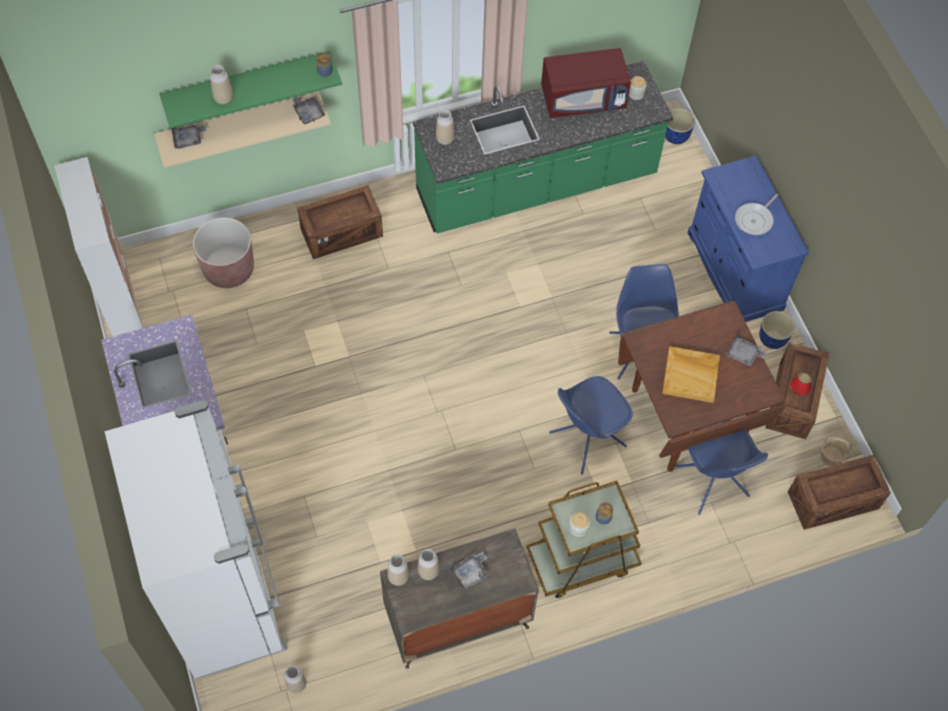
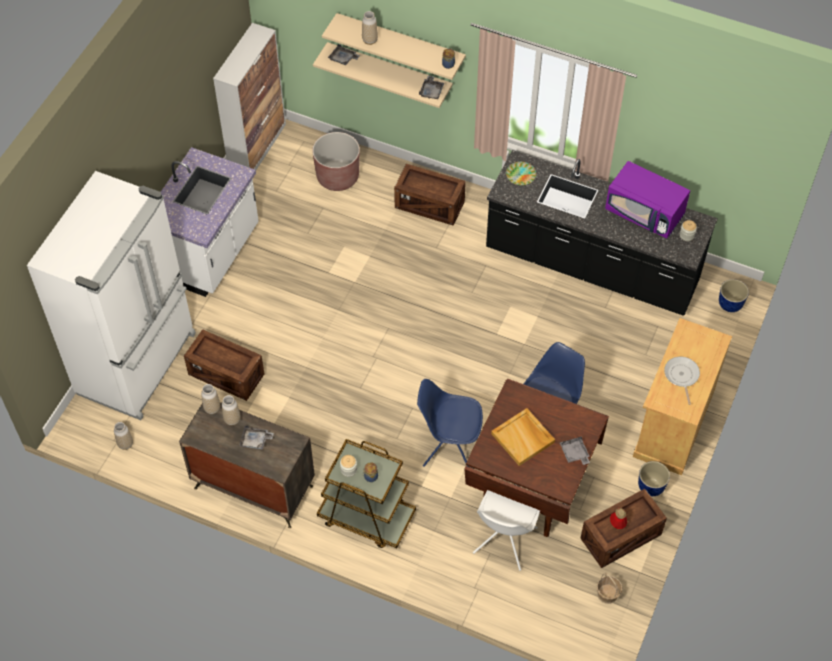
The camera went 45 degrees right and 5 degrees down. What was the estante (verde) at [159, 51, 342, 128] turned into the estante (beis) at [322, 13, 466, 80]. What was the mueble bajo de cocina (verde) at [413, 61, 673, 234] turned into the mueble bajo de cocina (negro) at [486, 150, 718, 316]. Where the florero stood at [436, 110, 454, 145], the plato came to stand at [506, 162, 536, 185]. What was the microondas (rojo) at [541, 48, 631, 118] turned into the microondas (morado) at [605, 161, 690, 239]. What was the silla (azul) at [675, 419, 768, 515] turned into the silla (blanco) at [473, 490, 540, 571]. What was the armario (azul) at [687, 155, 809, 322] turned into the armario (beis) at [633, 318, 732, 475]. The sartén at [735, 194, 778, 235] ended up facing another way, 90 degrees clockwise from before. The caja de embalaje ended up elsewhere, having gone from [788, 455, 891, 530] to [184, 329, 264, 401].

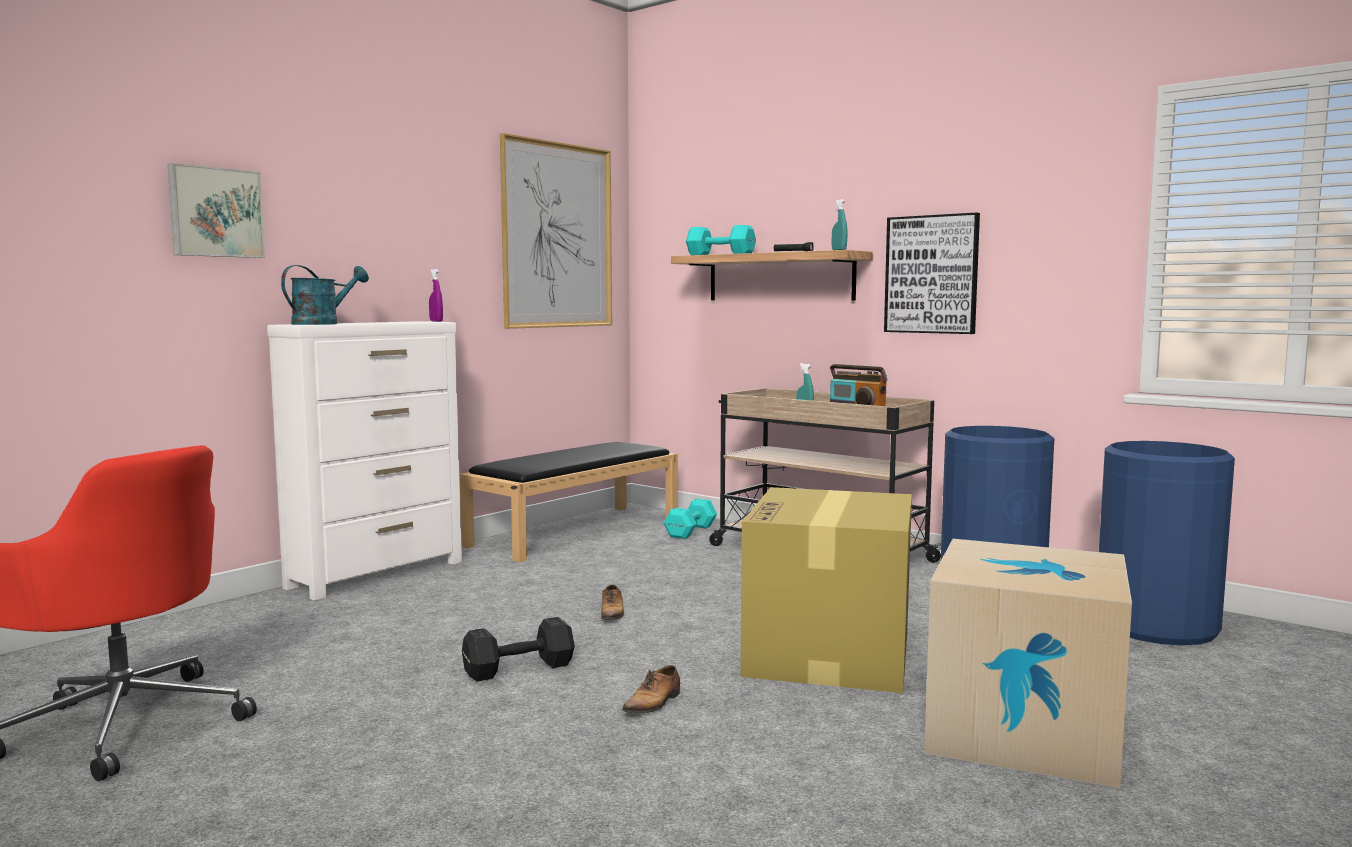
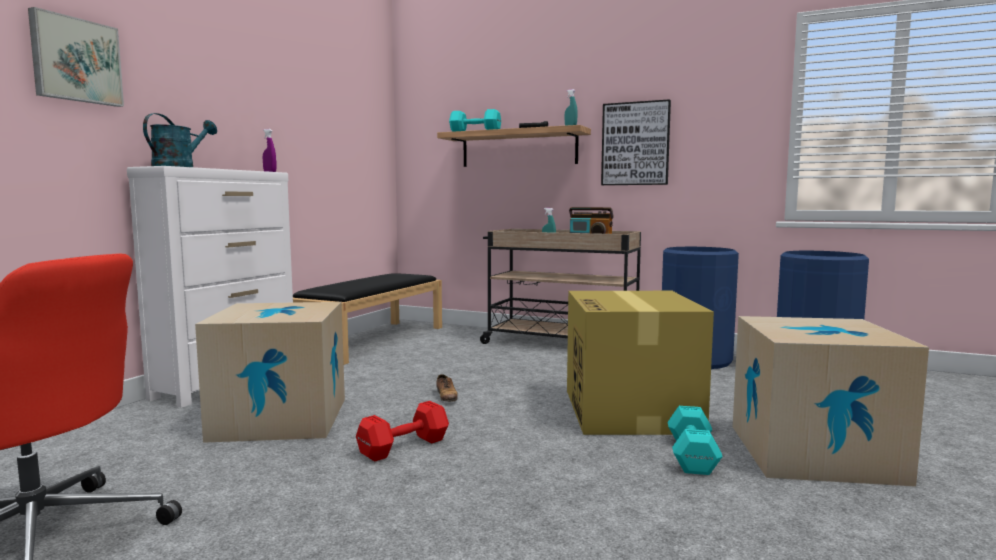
The camera went 15 degrees left and 0 degrees up. What was the mancuerna (negro) at [462, 617, 575, 682] turned into the mancuerna (rojo) at [356, 401, 449, 461]. The second view lost the cuadro at [500, 133, 612, 329]. The second view lost the zapato at [622, 665, 680, 713]. The mancuerna (turquesa) ended up elsewhere, having gone from [664, 499, 717, 539] to [668, 406, 723, 475]. The second view gained the caja de cartón at [195, 302, 345, 443].

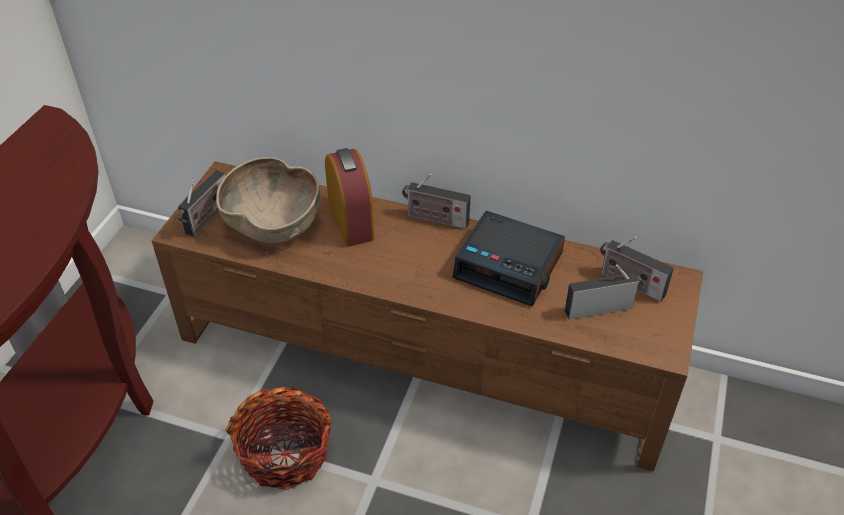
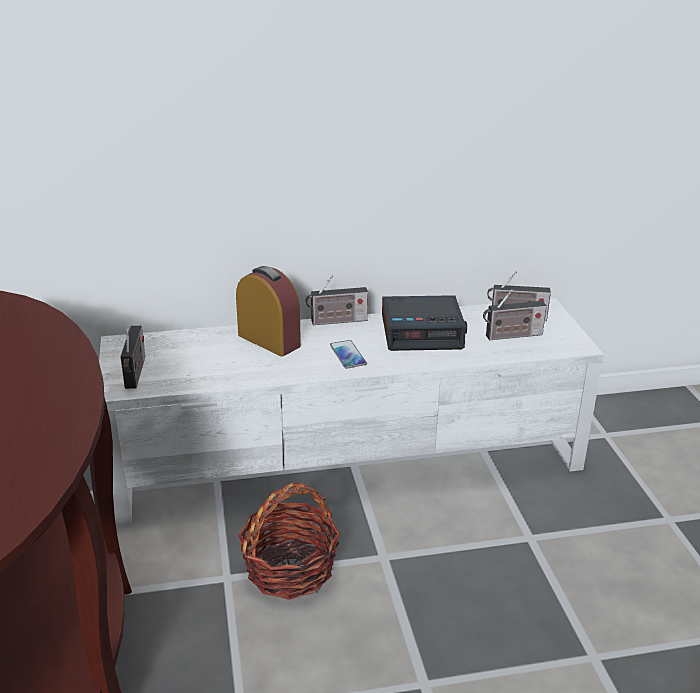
The camera went 30 degrees left and 15 degrees down. What was the mueble de televisión (marrón) at [152, 161, 703, 472] turned into the mueble de televisión (blanco) at [99, 298, 604, 526]. The second view lost the cuenco (marrón) at [216, 157, 320, 243]. The radio at [565, 264, 644, 320] ended up facing another way, 150 degrees counterclockwise from before. The second view gained the móvil at [330, 340, 367, 369].

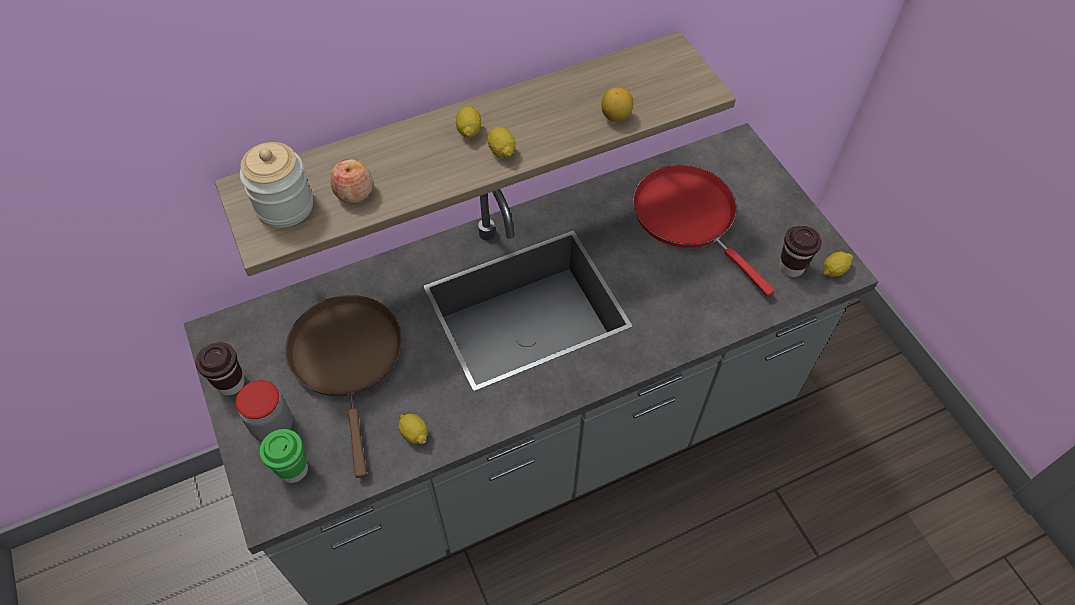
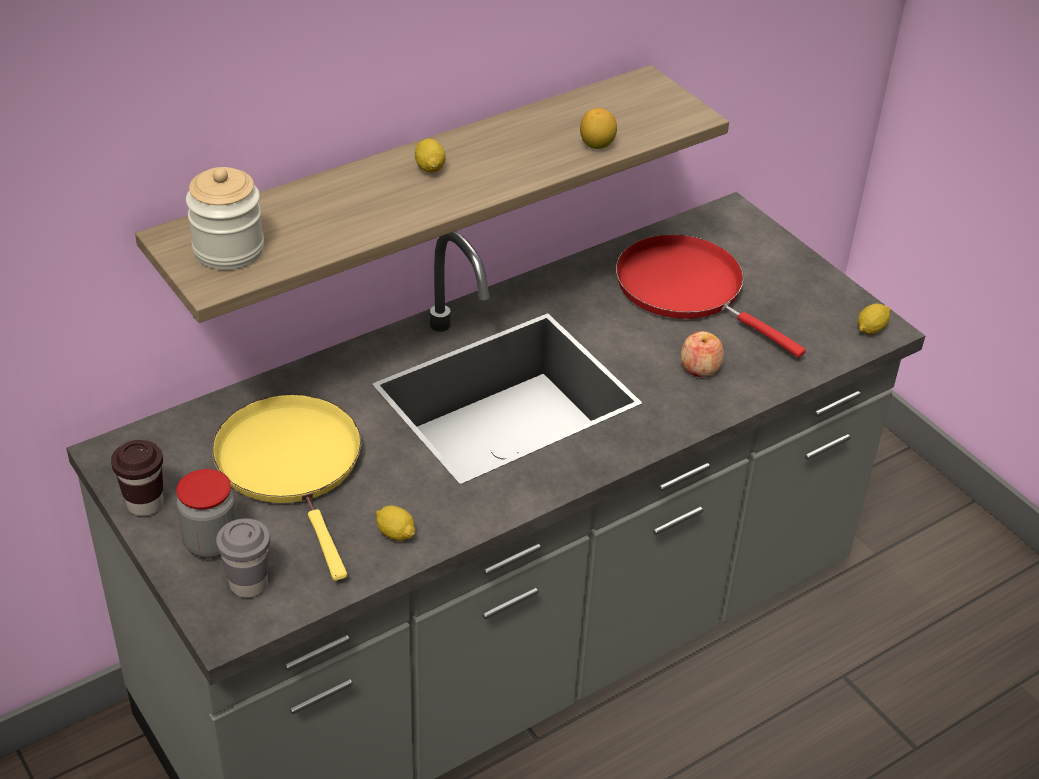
The camera went 10 degrees left and 15 degrees down. What was the taza (verde) at [259, 429, 308, 483] turned into the taza (gris) at [216, 518, 270, 598]. What was the sartén (marrón) at [285, 295, 402, 478] turned into the sartén (amarillo) at [212, 394, 361, 581]. The manzana ended up elsewhere, having gone from [330, 159, 373, 203] to [680, 331, 724, 377]. The second view lost the limón at [488, 127, 516, 158]. The second view lost the taza (marrón) at [779, 225, 822, 277].

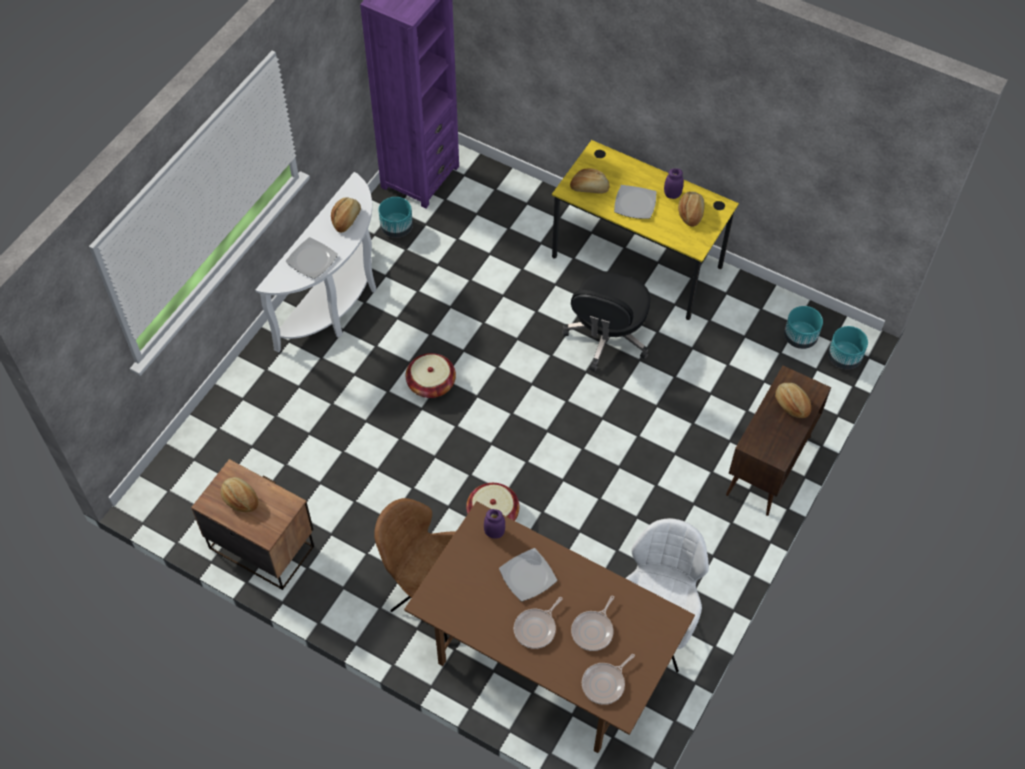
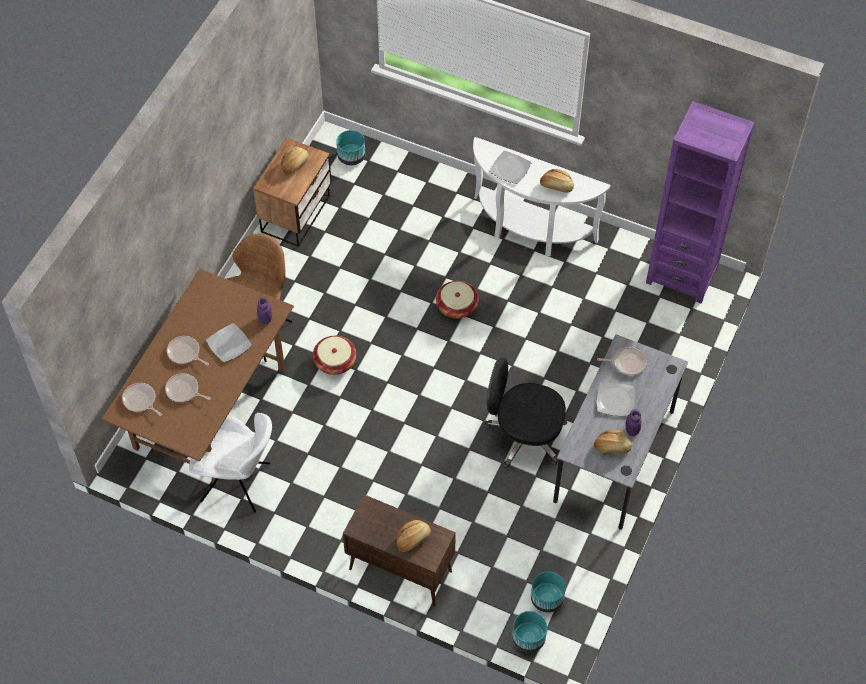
The camera went 85 degrees right and 0 degrees up. The maceta (turquesa) ended up elsewhere, having gone from [378, 197, 413, 238] to [336, 130, 366, 165]. What was the escritorio (amarillo) at [552, 140, 739, 320] turned into the escritorio (gris) at [553, 334, 688, 530]. Where the pan stood at [570, 169, 609, 194], the sartén came to stand at [597, 347, 647, 376].

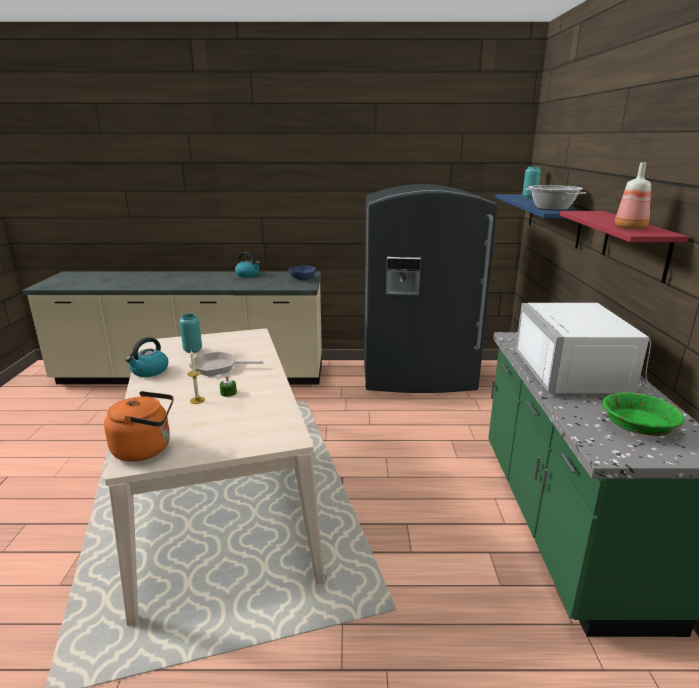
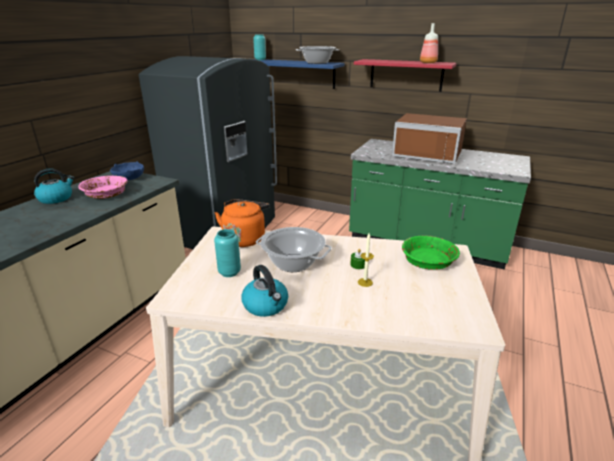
The camera went 65 degrees left and 5 degrees up. The hervidor (naranja) ended up elsewhere, having gone from [104, 391, 174, 462] to [215, 199, 270, 247]. Where the sartén stood at [189, 352, 264, 376], the olla came to stand at [256, 227, 332, 272]. What was the microondas (blanco) at [515, 303, 651, 393] turned into the microondas (marrón) at [392, 113, 467, 164]. The cuenco (verde) ended up elsewhere, having gone from [602, 392, 685, 436] to [402, 235, 460, 270]. The second view gained the cuenco (rosa) at [78, 176, 128, 199].

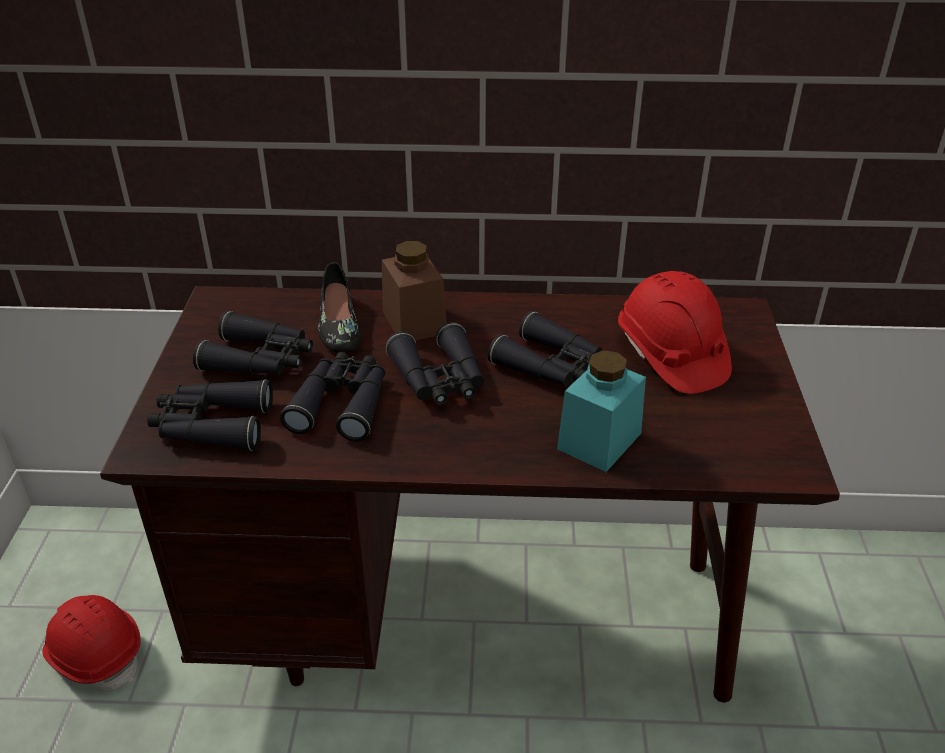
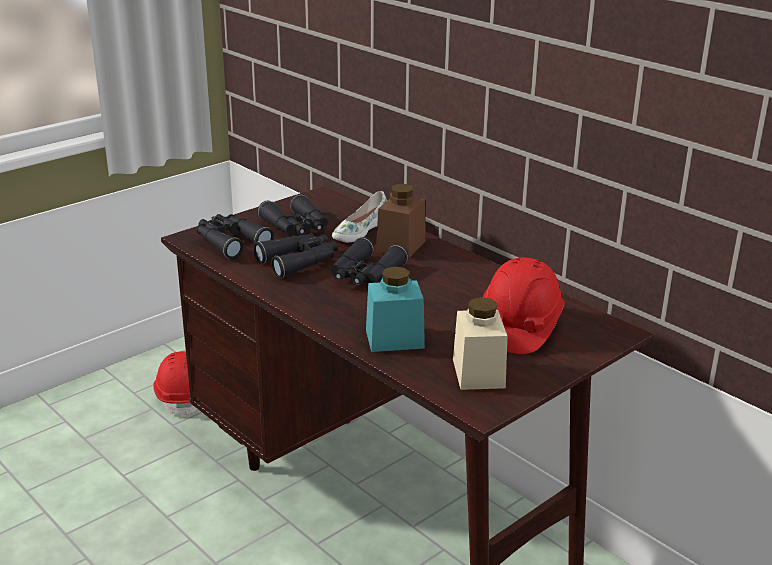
The camera went 45 degrees right and 10 degrees down. What was the zapato (negro) at [317, 262, 361, 352] turned into the zapato (blanco) at [332, 191, 387, 242]. The second view lost the prismáticos (negro) at [488, 311, 602, 387]. The second view gained the tarro (beis) at [453, 297, 507, 390].

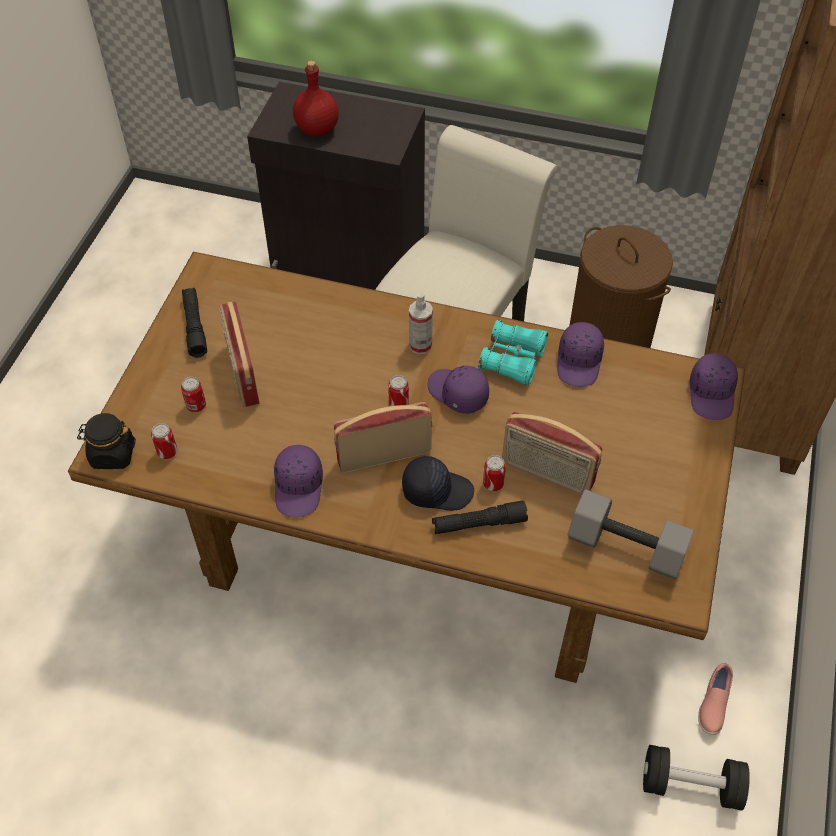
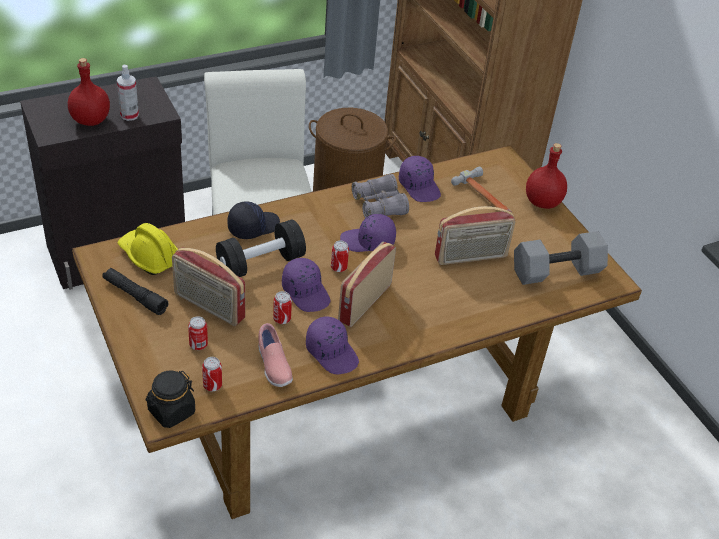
The camera went 45 degrees left and 10 degrees down. The gorra (negro) ended up elsewhere, having gone from [402, 456, 474, 511] to [227, 202, 280, 239]. The pulverizador ended up elsewhere, having gone from [409, 292, 433, 354] to [117, 65, 139, 121]. The second view lost the linterna (negro) at [432, 500, 528, 534]. What was the prismáticos (turquesa) at [478, 320, 548, 385] turned into the prismáticos (gris) at [352, 174, 409, 218]. The lata ended up elsewhere, having gone from [483, 455, 506, 491] to [273, 291, 292, 324]. The mancuerna (negro) ended up elsewhere, having gone from [643, 745, 750, 811] to [216, 220, 306, 277]. The gorra (morado) ended up elsewhere, having gone from [690, 353, 738, 420] to [282, 258, 330, 312]. The zapato (rosa) ended up elsewhere, having gone from [698, 663, 733, 735] to [258, 323, 293, 387]. The second view gained the casco (amarillo) at [118, 223, 178, 275]. The second view gained the martillo at [451, 166, 512, 213]. The second view gained the botella (rojo) at [526, 143, 567, 209].

